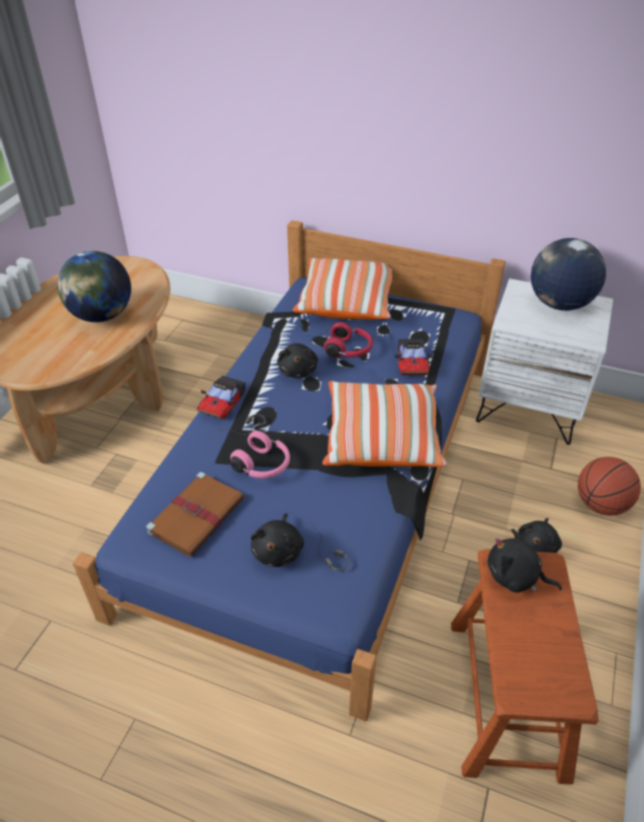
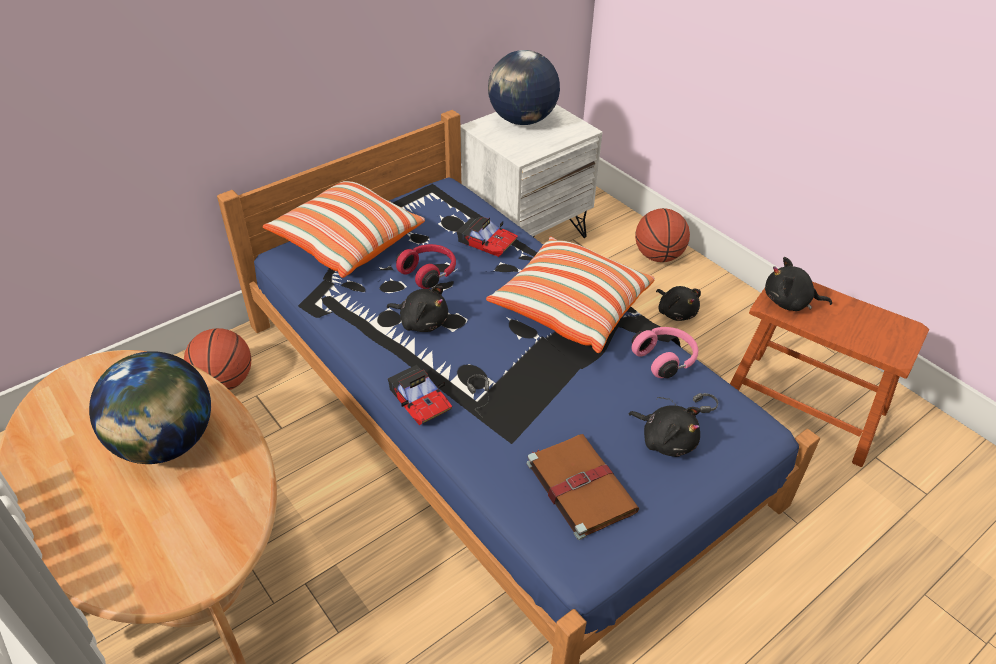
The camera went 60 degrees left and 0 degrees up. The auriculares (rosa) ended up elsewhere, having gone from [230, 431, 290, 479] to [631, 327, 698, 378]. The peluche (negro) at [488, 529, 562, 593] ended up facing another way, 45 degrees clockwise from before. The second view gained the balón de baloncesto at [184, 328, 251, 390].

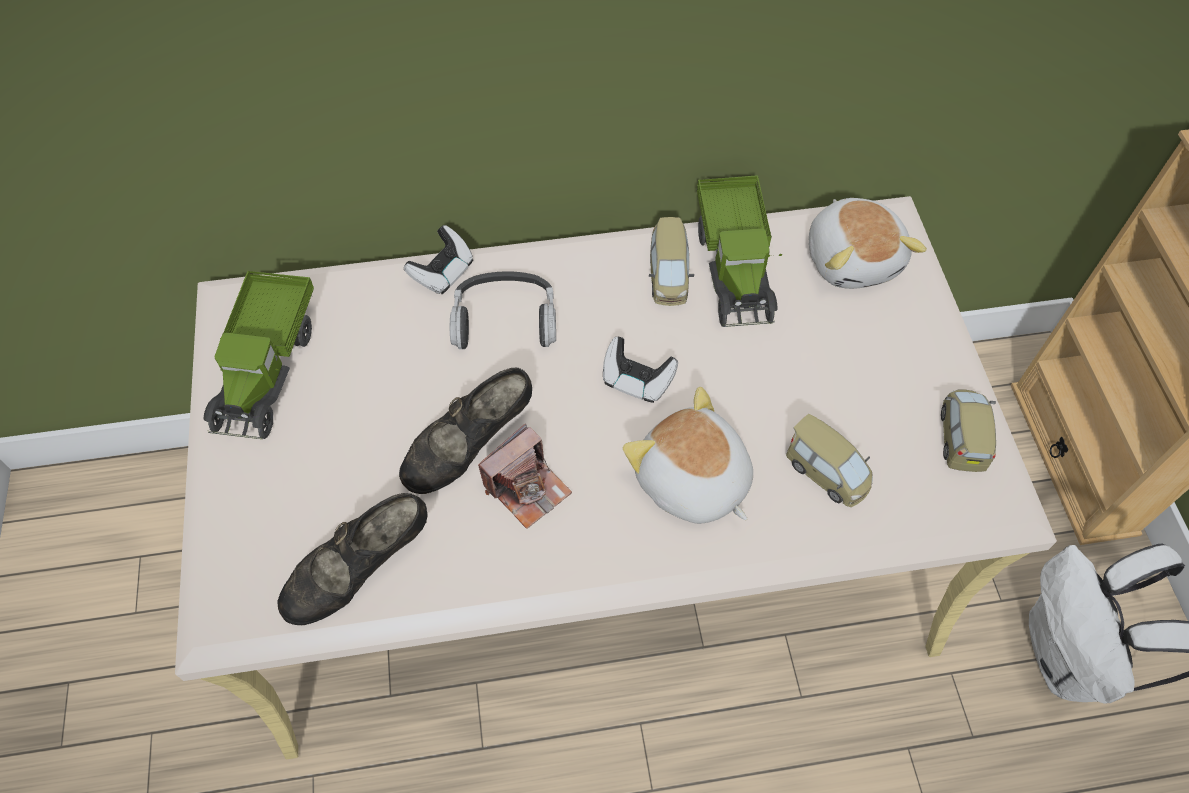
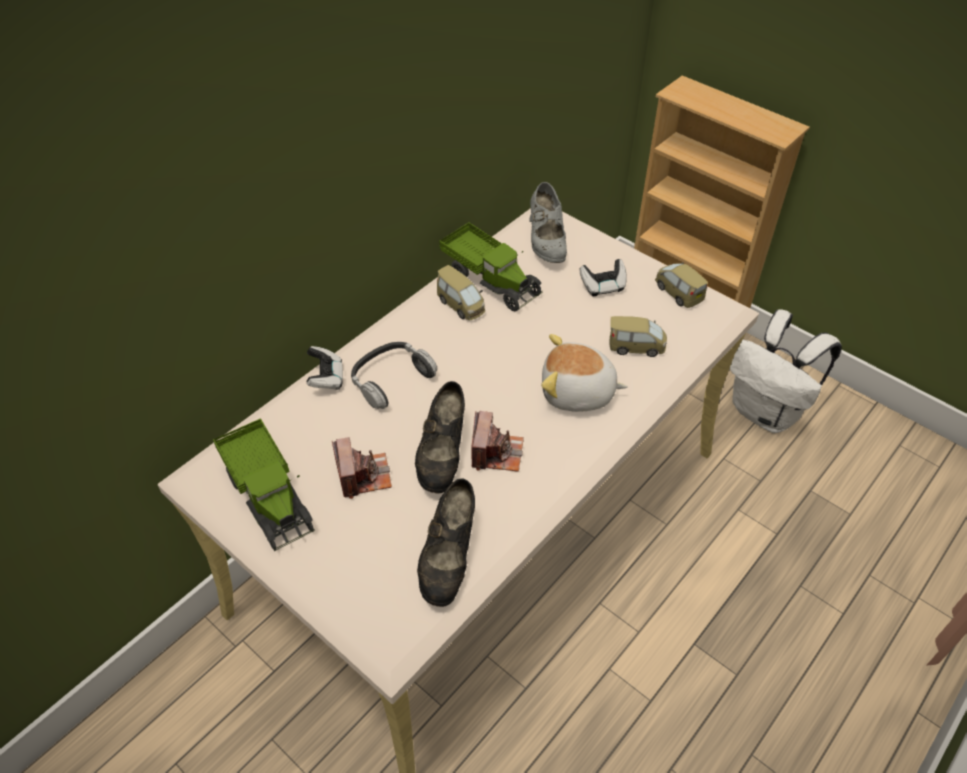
The camera went 40 degrees left and 10 degrees down. The mando de consola ended up elsewhere, having gone from [603, 337, 678, 403] to [579, 259, 627, 296]. Where the peluche stood at [809, 198, 927, 289], the zapato (gris) came to stand at [530, 182, 567, 263]. The second view gained the cámara at [332, 437, 392, 499].

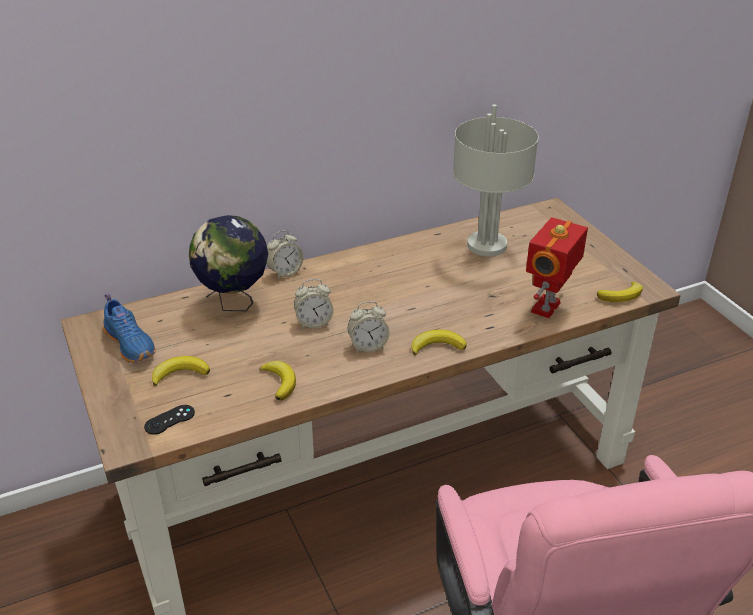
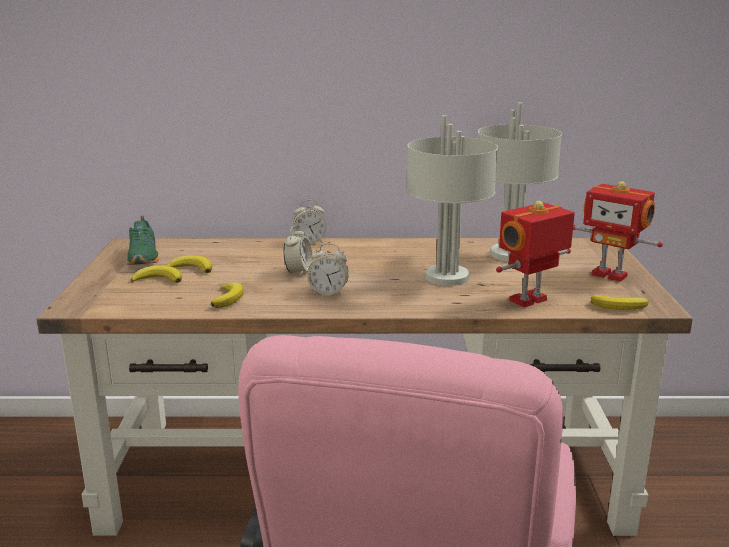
The camera went 25 degrees right and 15 degrees down. What was the zapato (azul) at [103, 294, 156, 363] turned into the zapato (verde) at [127, 215, 159, 265]. The second view lost the mando de consola (negro) at [144, 405, 195, 434]. The second view lost the globo terráqueo at [189, 215, 268, 311]. The despertador at [294, 279, 334, 329] ended up facing another way, 90 degrees counterclockwise from before. The plátano ended up elsewhere, having gone from [412, 330, 467, 355] to [166, 255, 212, 273]. The second view gained the lámpara de mesa (gris) at [407, 115, 498, 286]. The second view gained the robot de juguete at [573, 181, 663, 282].

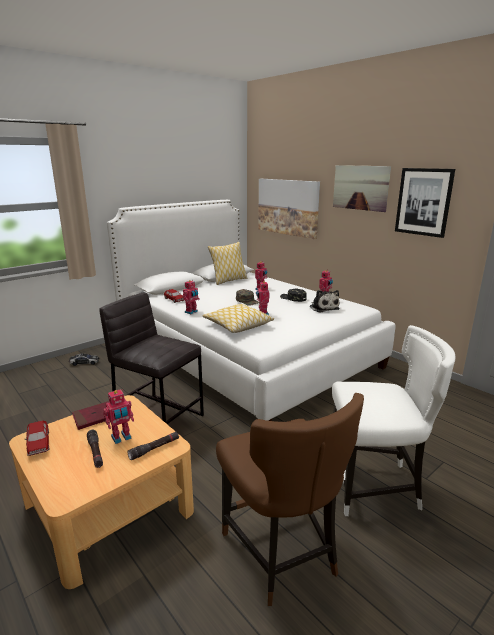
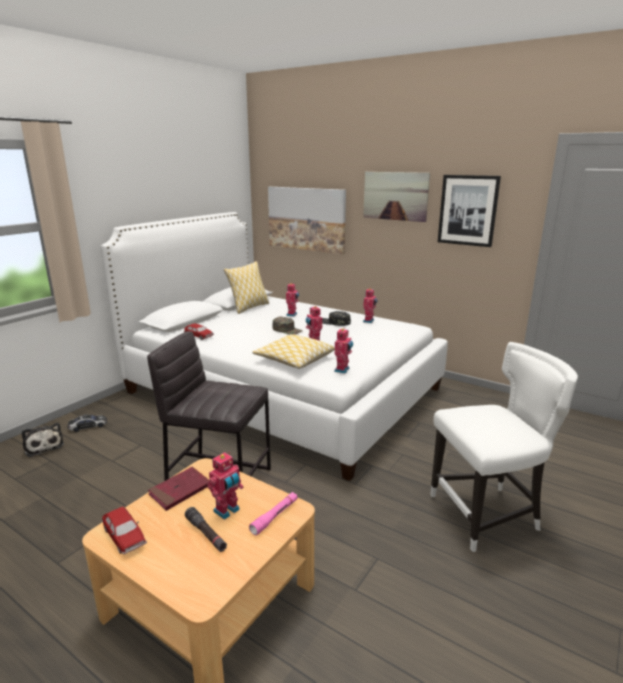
The camera went 15 degrees left and 0 degrees up. What was the linterna (negro) at [127, 431, 179, 460] turned into the linterna (rosa) at [249, 492, 298, 535]. The robot de juguete ended up elsewhere, having gone from [182, 280, 200, 314] to [334, 328, 353, 373]. The second view lost the silla (marrón) at [216, 393, 364, 606]. The peluche ended up elsewhere, having gone from [310, 290, 340, 312] to [22, 423, 64, 457].

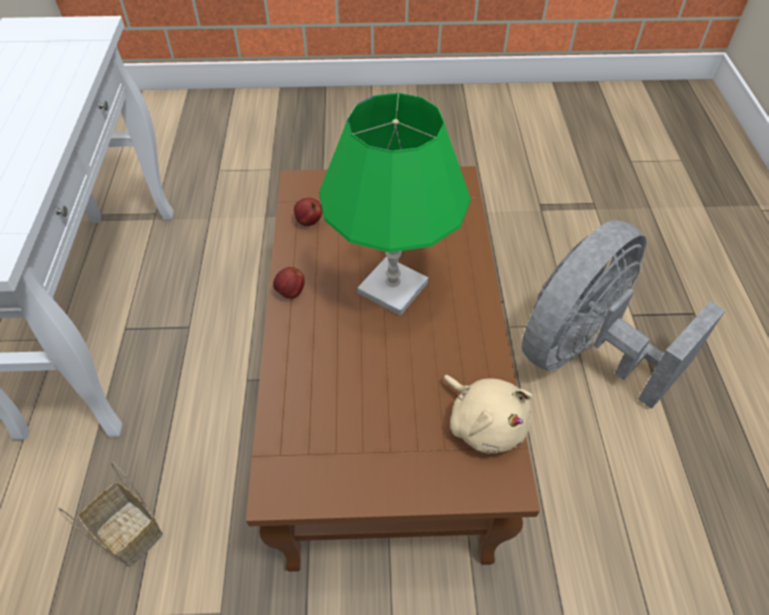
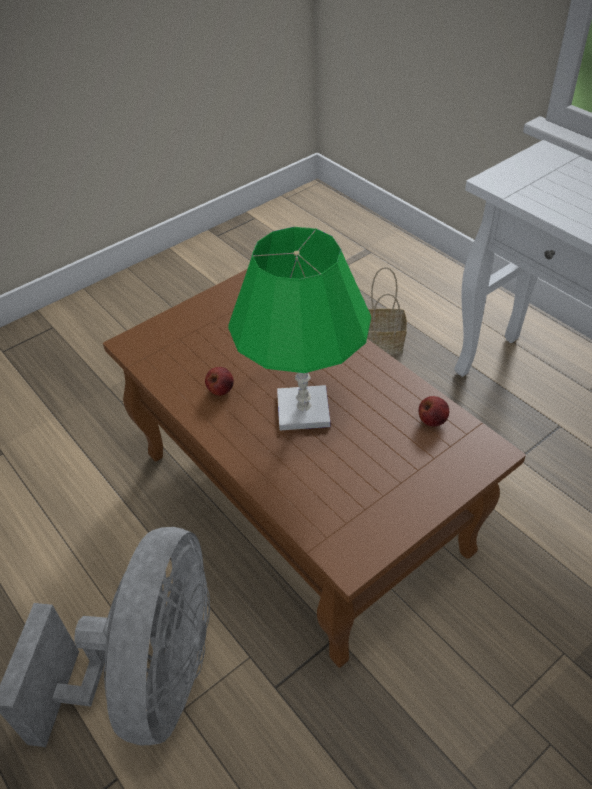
The camera went 145 degrees right and 5 degrees down. The manzana ended up elsewhere, having gone from [273, 267, 305, 299] to [205, 367, 234, 396]. The second view lost the peluche (beis) at [443, 375, 533, 454].

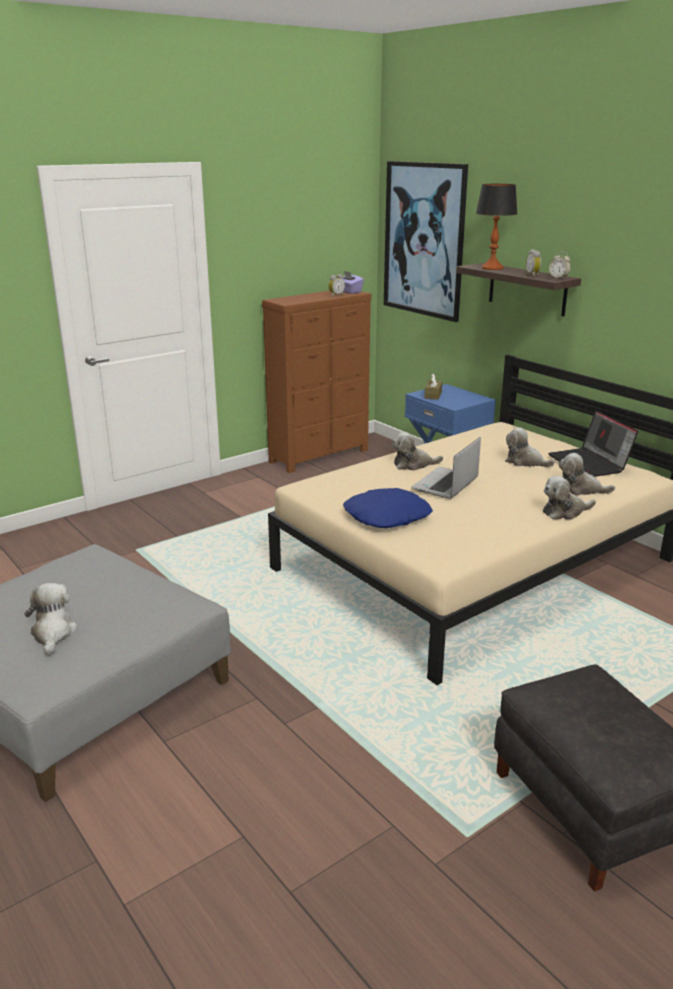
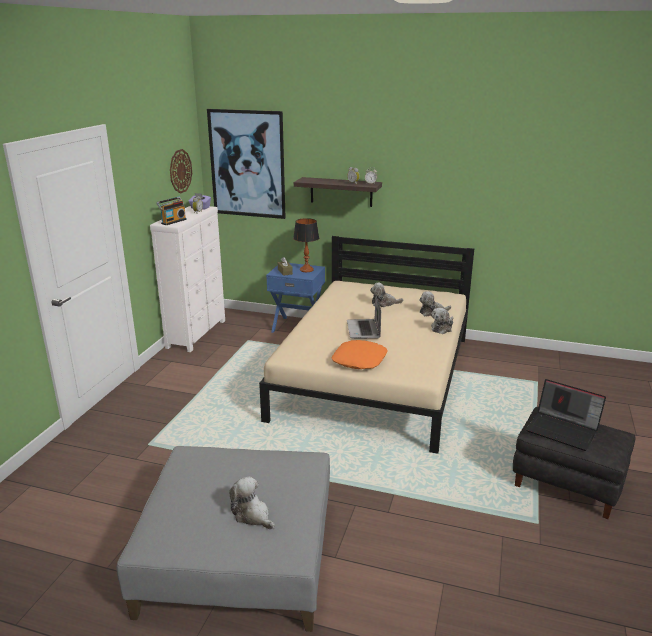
The camera went 35 degrees left and 0 degrees up. What was the cómoda (marrón) at [262, 291, 371, 473] turned into the cómoda (blanco) at [150, 206, 225, 352]. What was the cojín (azul) at [343, 488, 433, 528] turned into the cojín (naranja) at [331, 340, 388, 369]. The second view lost the peluche at [392, 432, 443, 470]. The lámpara de mesa ended up elsewhere, having gone from [476, 184, 518, 270] to [293, 218, 319, 272]. The portátil ended up elsewhere, having gone from [548, 410, 638, 477] to [526, 379, 606, 451]. The second view gained the radio at [156, 197, 187, 225]. The second view gained the reloj de pared at [170, 149, 192, 194].

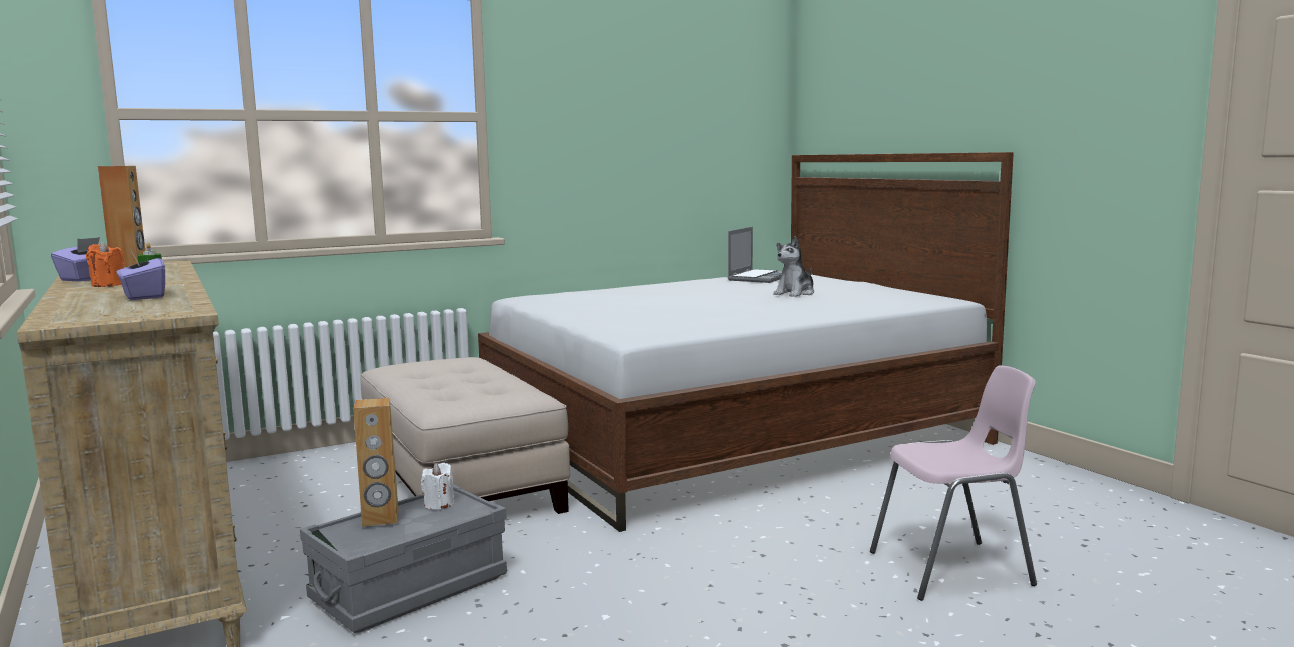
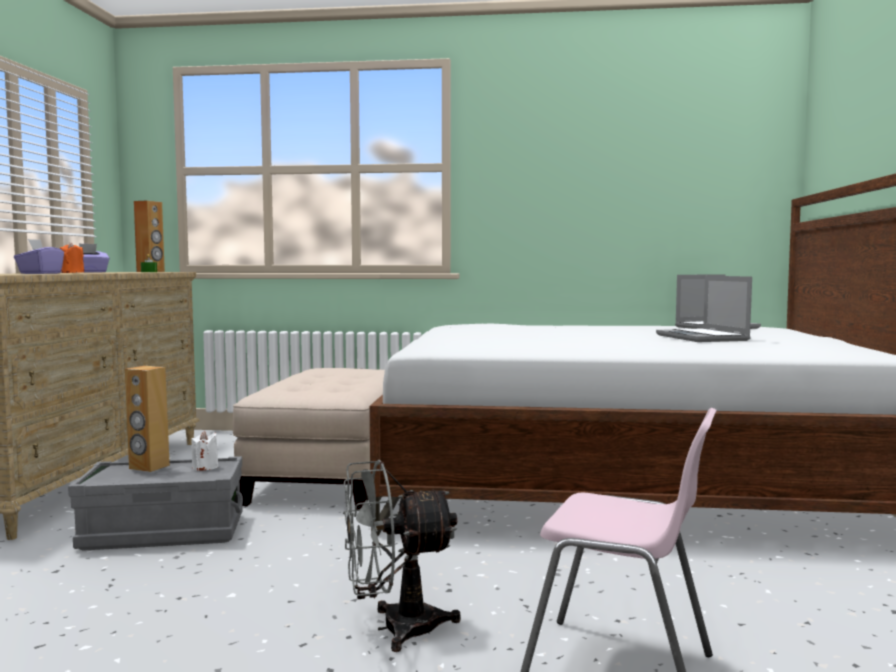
The camera went 35 degrees right and 5 degrees down. Where the peluche stood at [773, 236, 814, 297], the portátil came to stand at [656, 276, 752, 342]. The second view gained the ventilador (gris) at [343, 460, 461, 652].

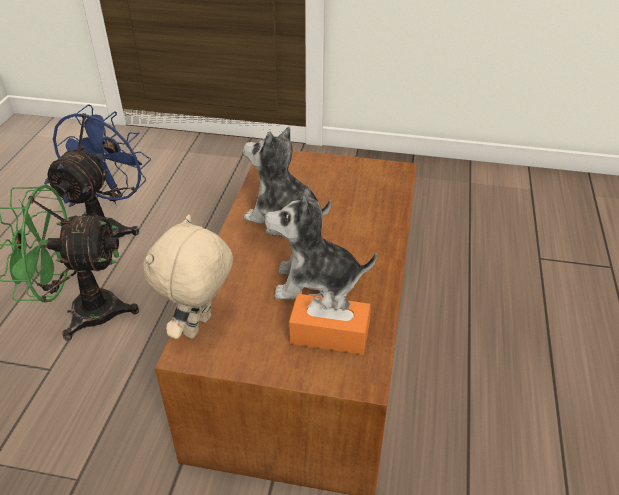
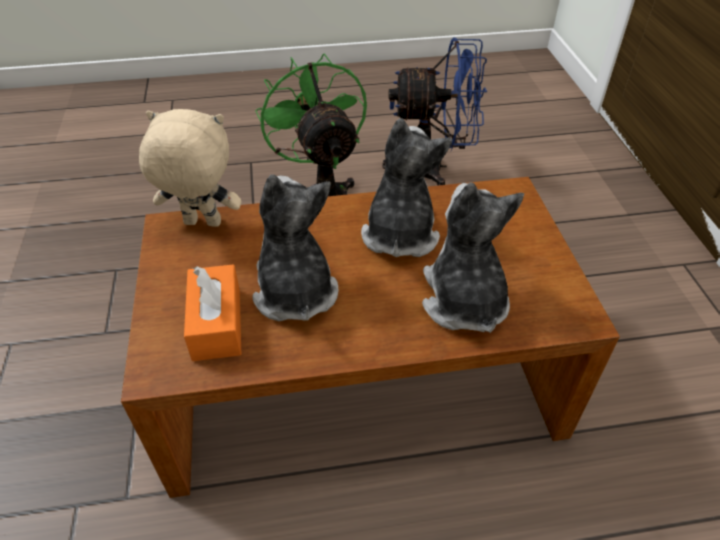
The camera went 70 degrees right and 5 degrees up. The second view gained the peluche at [422, 182, 524, 333].

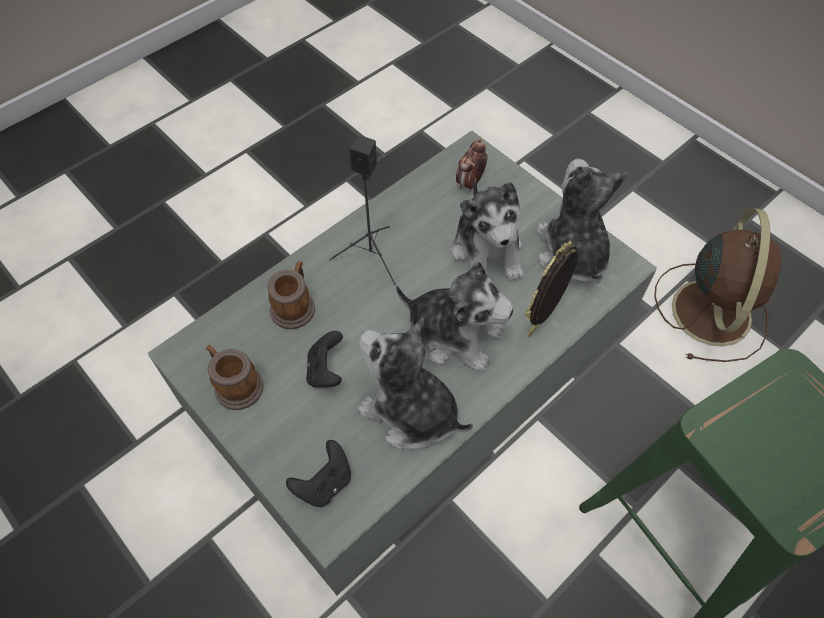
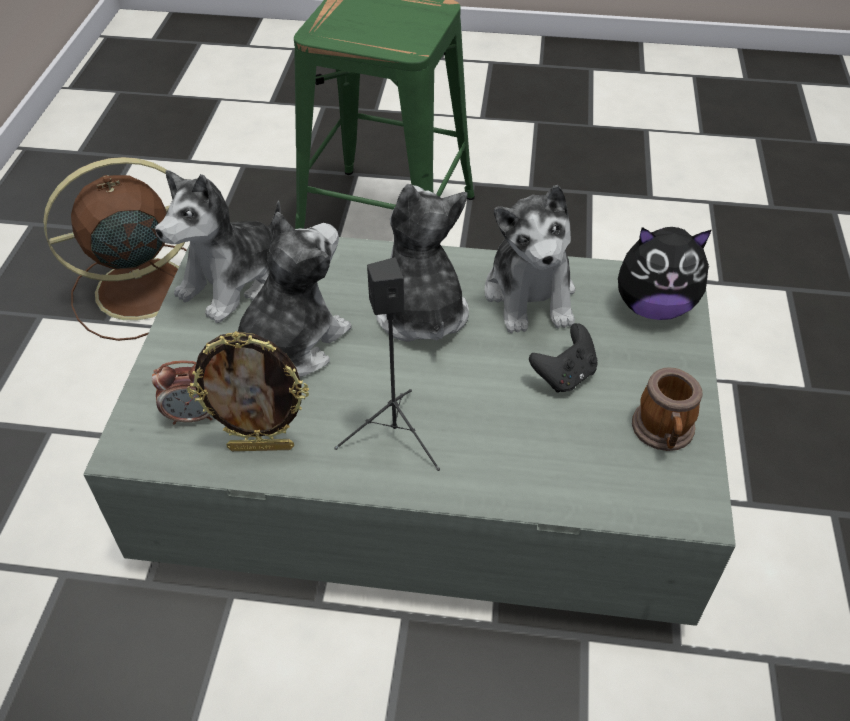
The camera went 130 degrees left and 10 degrees down. The second view lost the taza grande at [267, 261, 315, 329]. Where the mando de consola (negro) stood at [286, 440, 351, 507], the peluche came to stand at [618, 227, 711, 320]. The portarretratos ended up elsewhere, having gone from [525, 240, 578, 337] to [187, 331, 309, 451].

